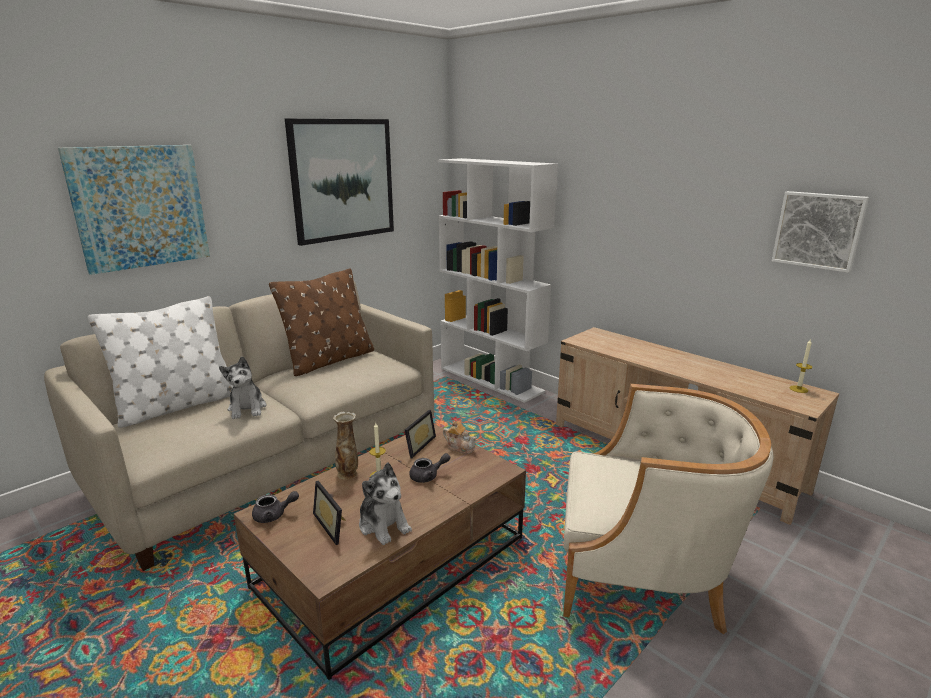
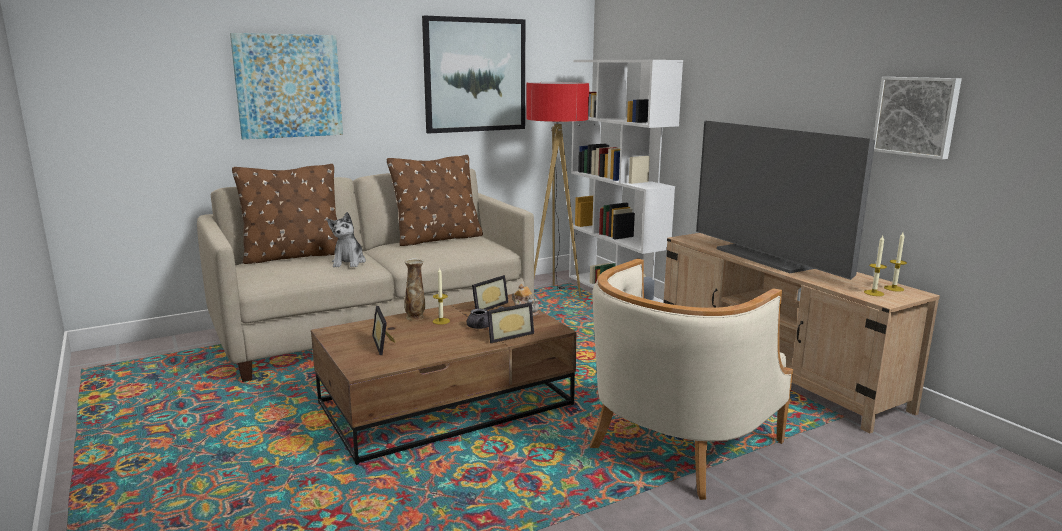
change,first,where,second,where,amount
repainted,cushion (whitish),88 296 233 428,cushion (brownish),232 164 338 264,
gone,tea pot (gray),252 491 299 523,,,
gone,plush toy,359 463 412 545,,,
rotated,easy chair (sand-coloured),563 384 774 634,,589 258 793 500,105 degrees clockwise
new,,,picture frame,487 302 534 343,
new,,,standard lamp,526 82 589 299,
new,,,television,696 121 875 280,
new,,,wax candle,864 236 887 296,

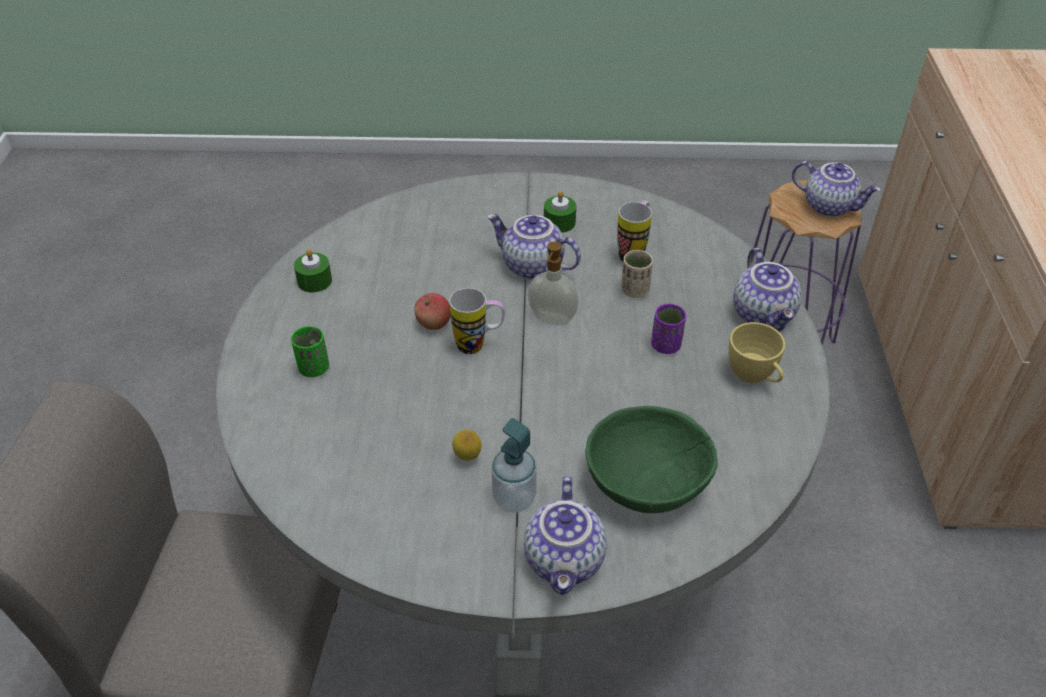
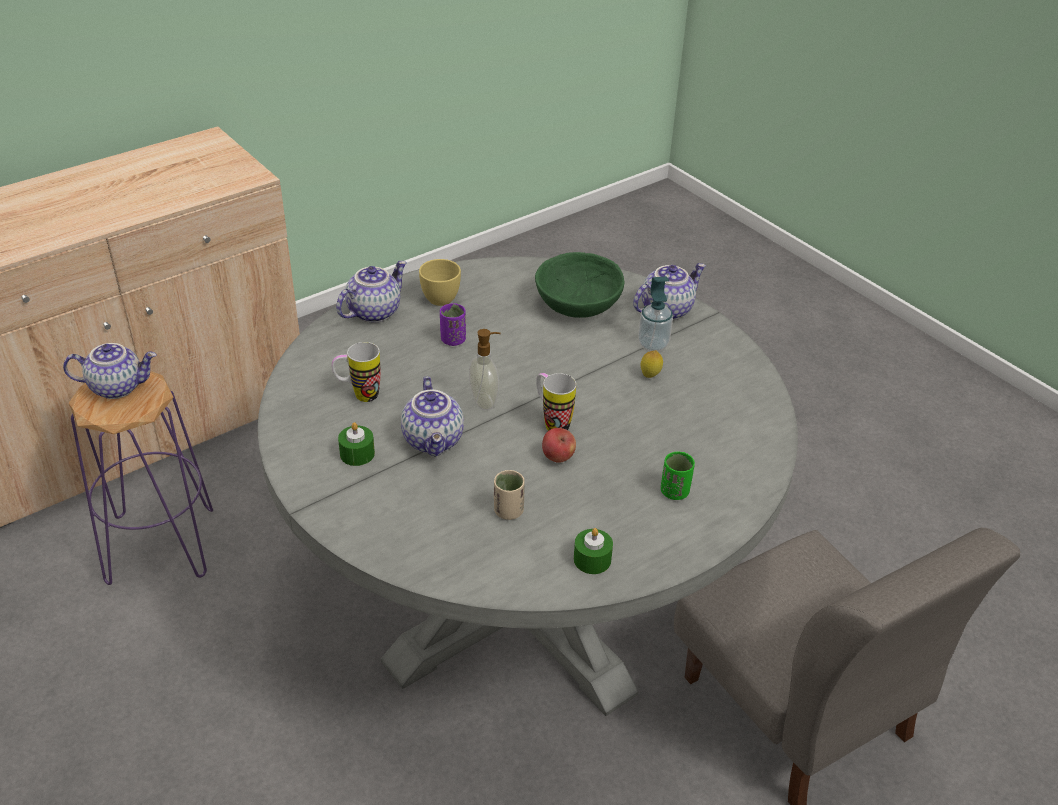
change,first,where,second,where,amount
shifted,small cup (sand-coloured),621 250 653 298,,494 470 525 520,
rotated,tea pot,792 161 881 217,,63 343 157 399,90 degrees clockwise

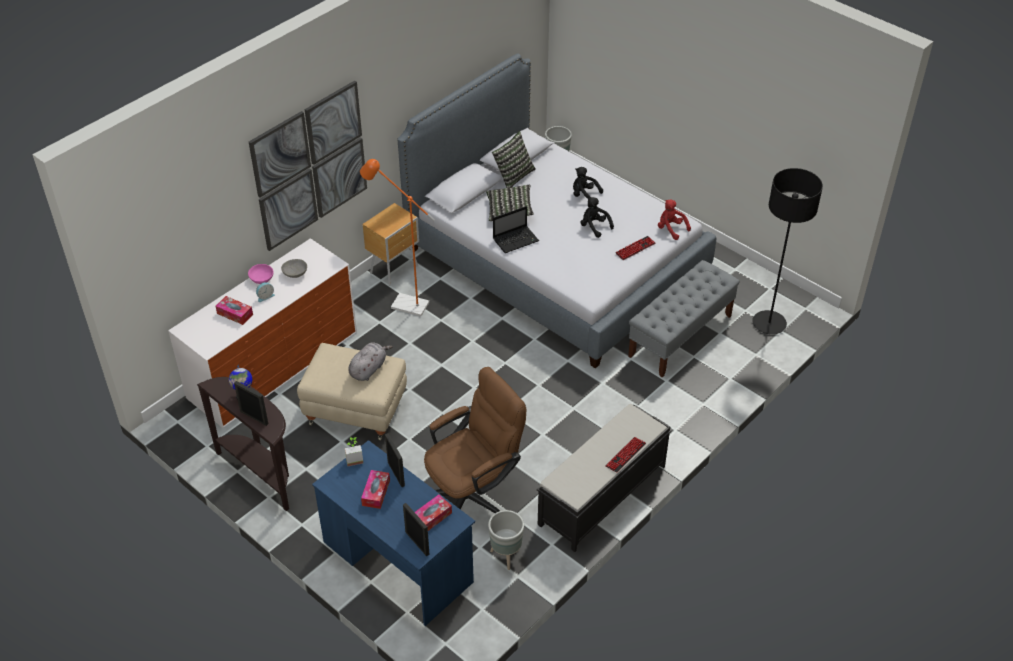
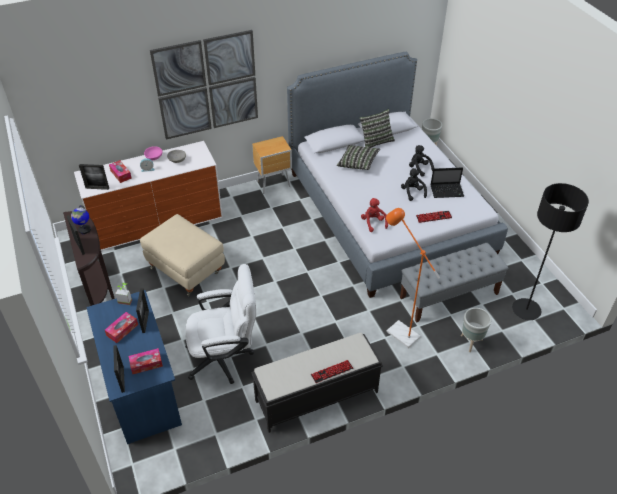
change,first,where,second,where,amount
gone,plush toy (gray),348 342 393 381,,,
shifted,standard lamp (orangey),360 159 435 316,,386 208 440 348,
repainted,computer chair (brownish),424 367 526 513,computer chair (whitish),186 264 256 384,
shifted,flower pot (gray),488 510 524 570,,461 308 491 352,
shifted,portable computer,493 206 539 253,,430 167 464 198,
shifted,plush toy (reddish),658 200 691 240,,361 198 388 232,
new,,,picture frame,79 164 109 190,

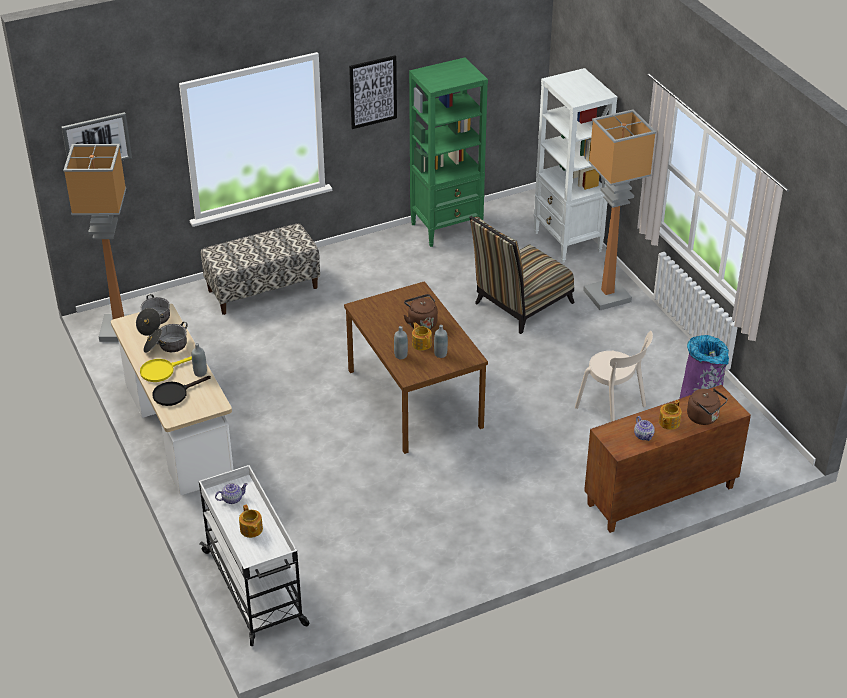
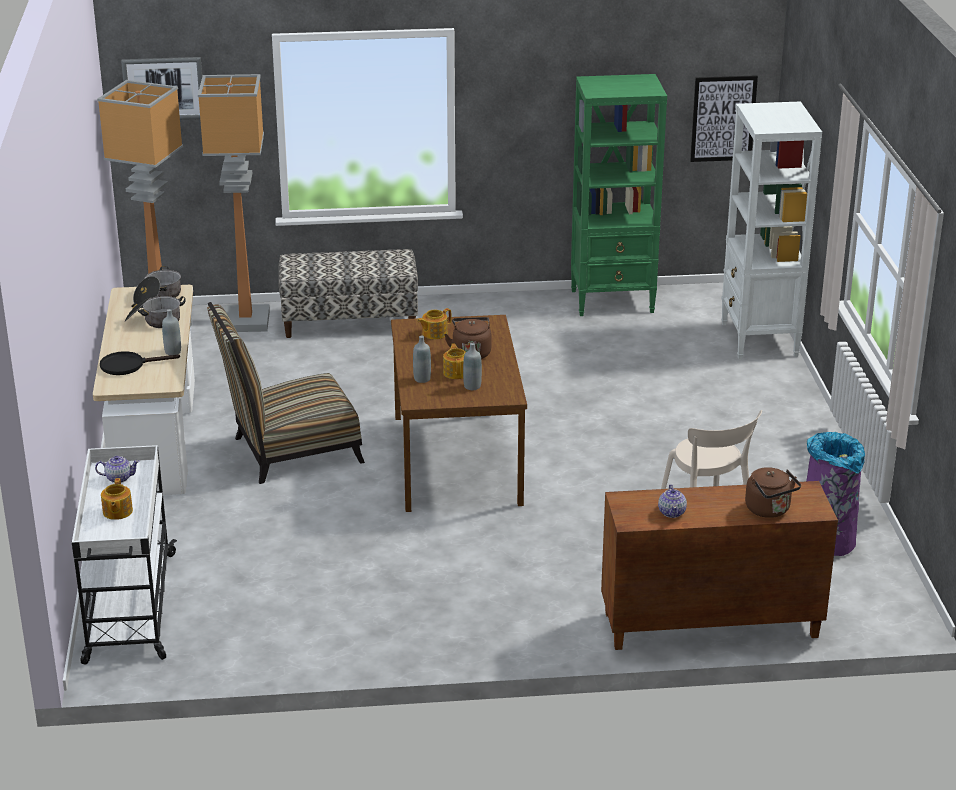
change,first,where,second,where,amount
gone,frying pan (yellowish),140 356 192 382,,,
shifted,wall art,349 55 397 129,,690 75 758 162,
shifted,chair,469 216 575 334,,207 302 365 484,
shifted,standard lamp,583 109 656 310,,198 74 270 332,
shifted,tea pot,659 400 682 430,,417 308 451 339,

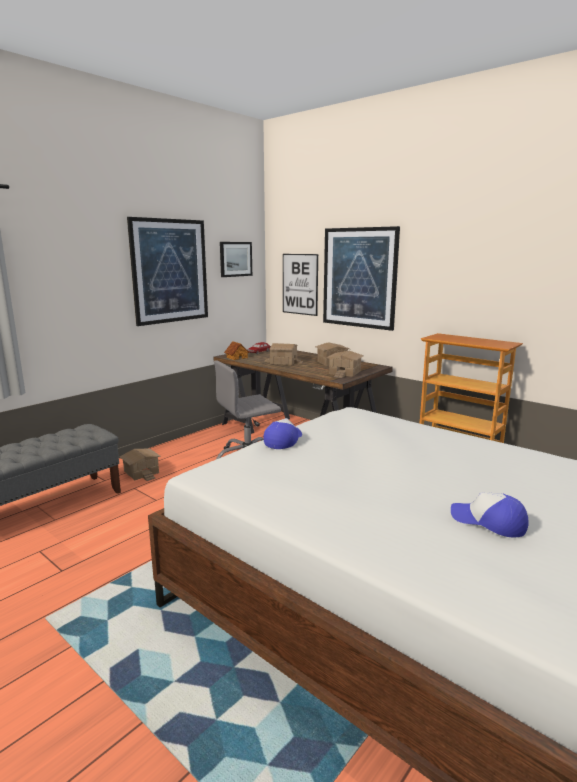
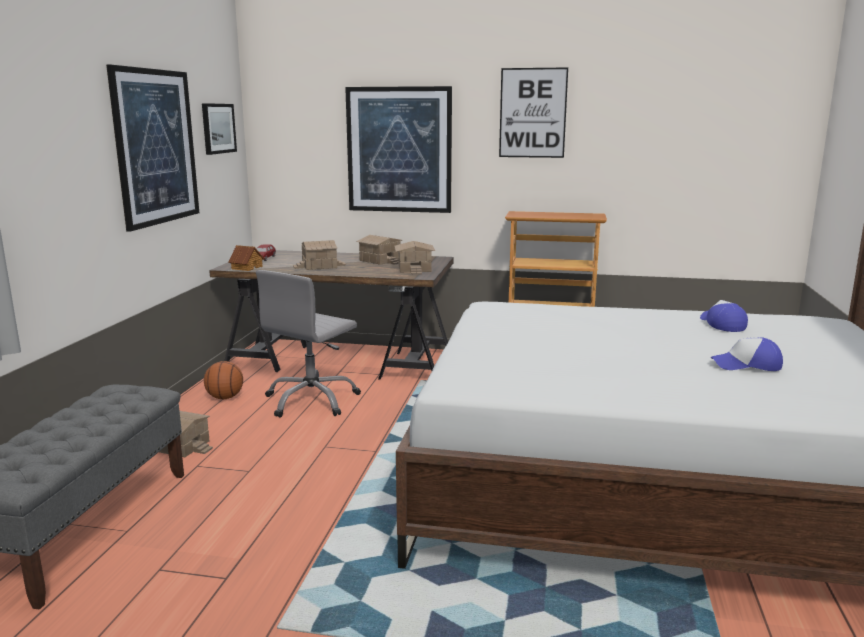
change,first,where,second,where,amount
shifted,peaked cap,264 418 302 449,,700 300 748 332,
shifted,wall art,283 254 318 316,,499 67 568 158,
new,,,basketball ball,204 361 243 399,

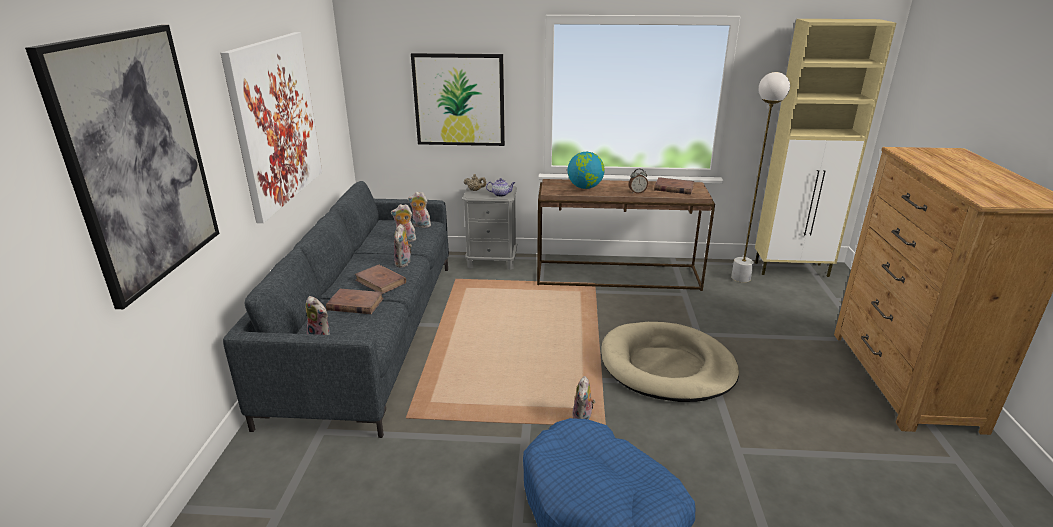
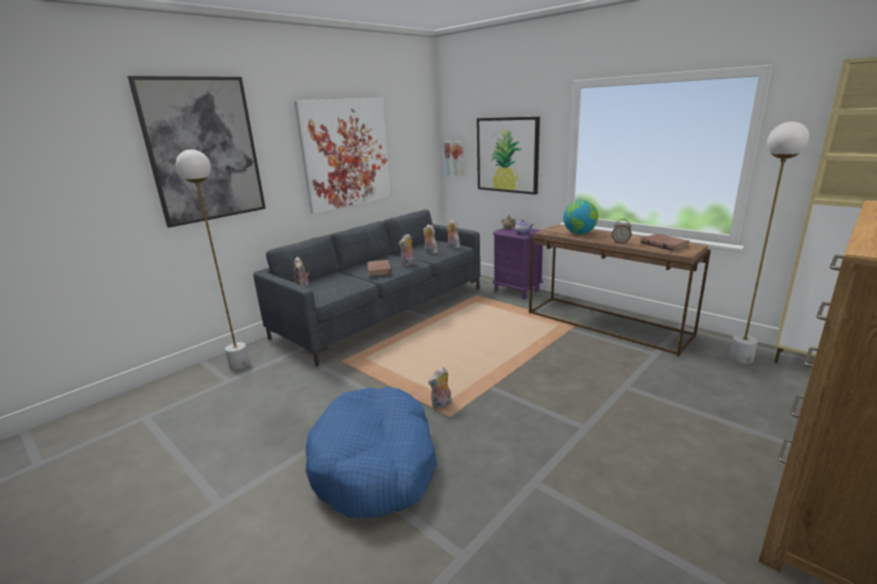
change,first,where,second,where,amount
gone,bound book (brownish),326 288 384 314,,,
repainted,bedside table (gray),462 186 517 270,bedside table (purplish),493 226 543 299,
gone,dog bed (sand-coloured),601 322 739 402,,,
new,,,standard lamp (whitish),176 149 250 370,
new,,,wall art,444 141 464 176,

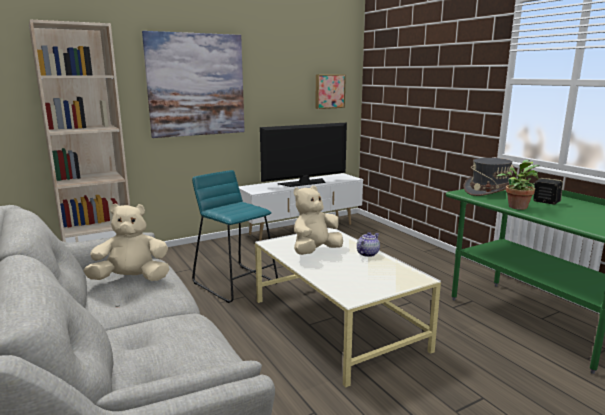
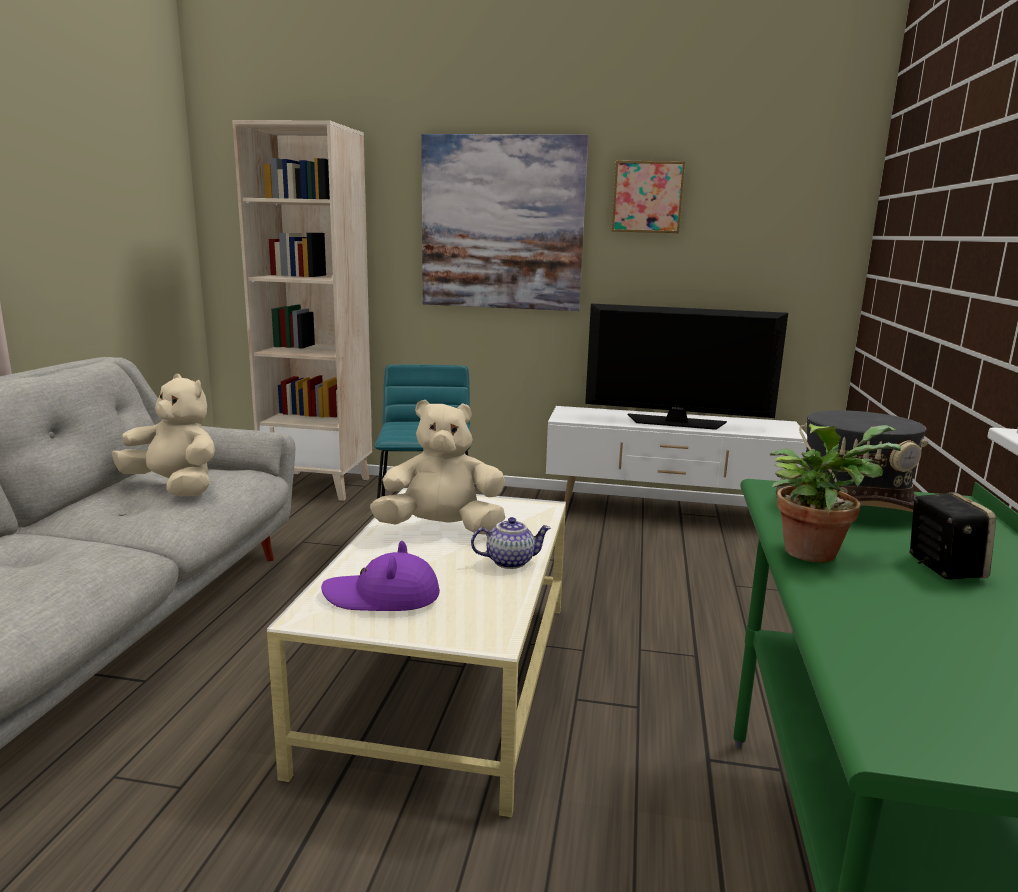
change,first,where,second,where,amount
shifted,wall art,315 74 346 109,,611 161 685 233,
new,,,clothing hat (purplish),321 541 440 611,

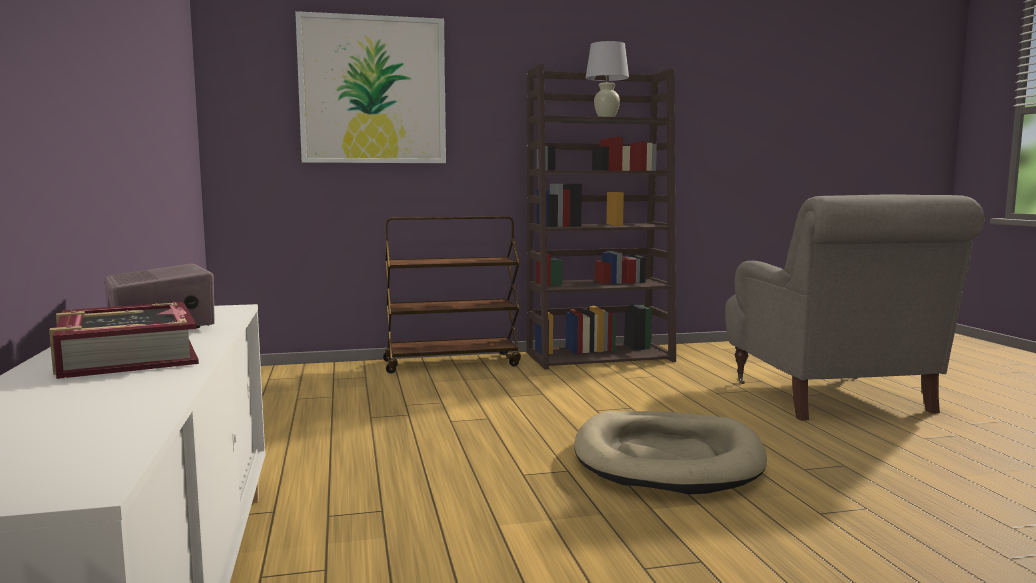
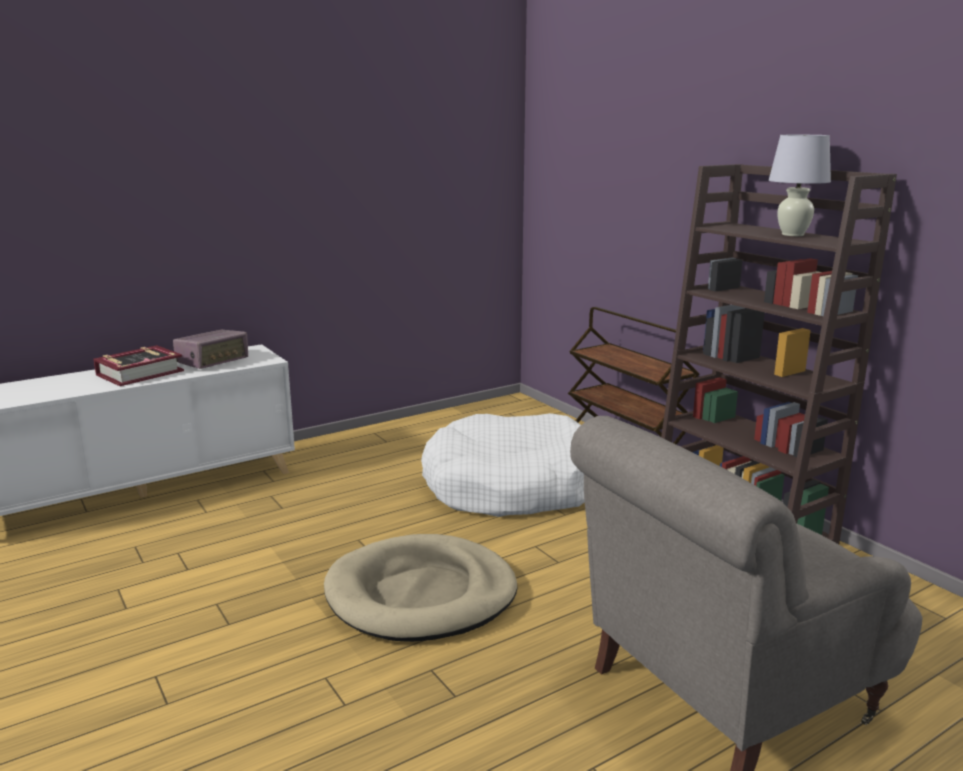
change,first,where,second,where,amount
gone,wall art,295 11 446 163,,,
new,,,dog bed (whitish),421 413 584 517,

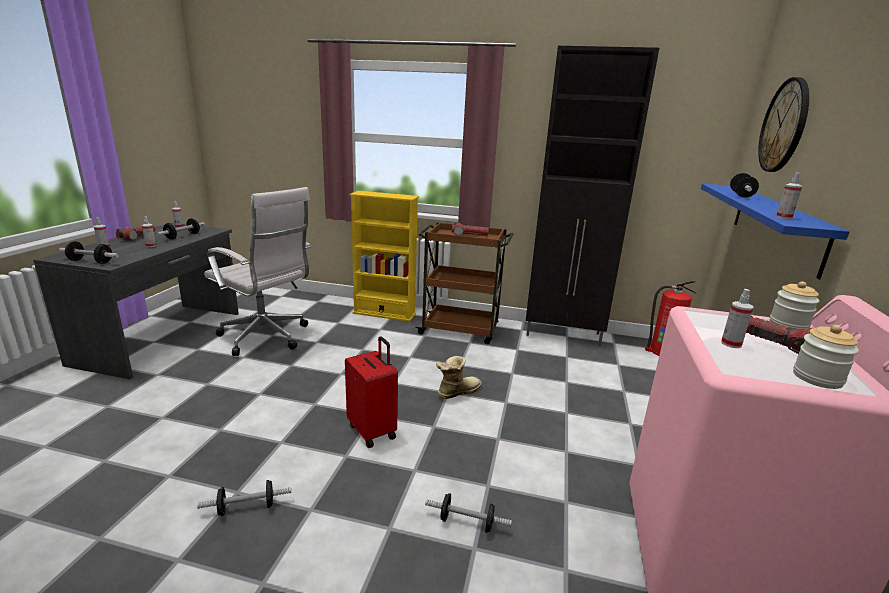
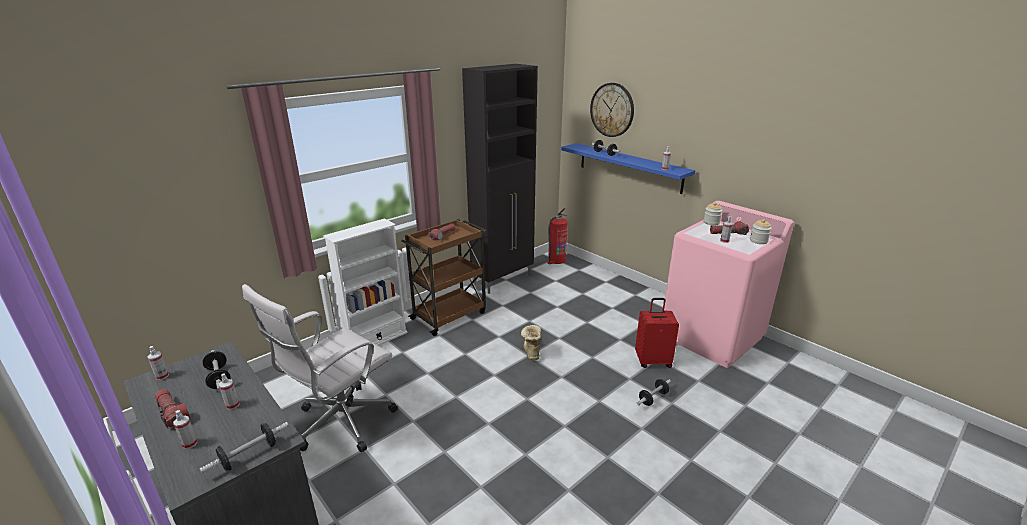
change,first,where,second,where,amount
gone,hand weight,197 480 291 516,,,
rotated,computer chair (whitish),204 187 311 356,,242 284 398 452,150 degrees clockwise
shifted,suitcase (reddish),345 336 398 448,,635 298 679 368,
repainted,bookshelf (yellowish),349 191 419 322,bookshelf (whitish),323 218 408 346,

